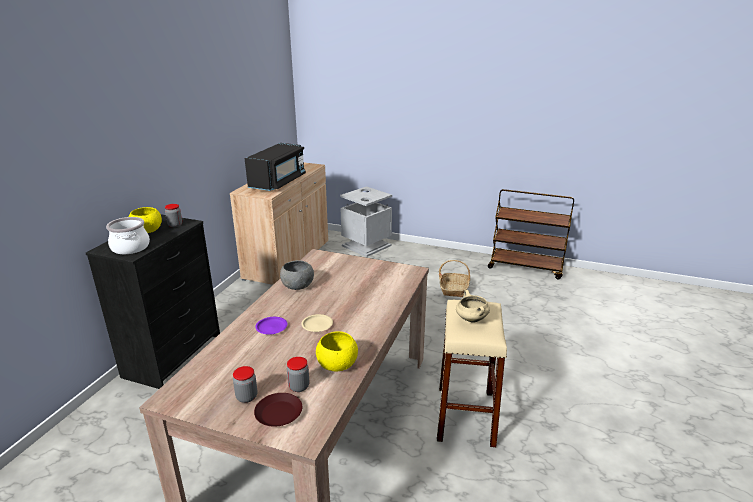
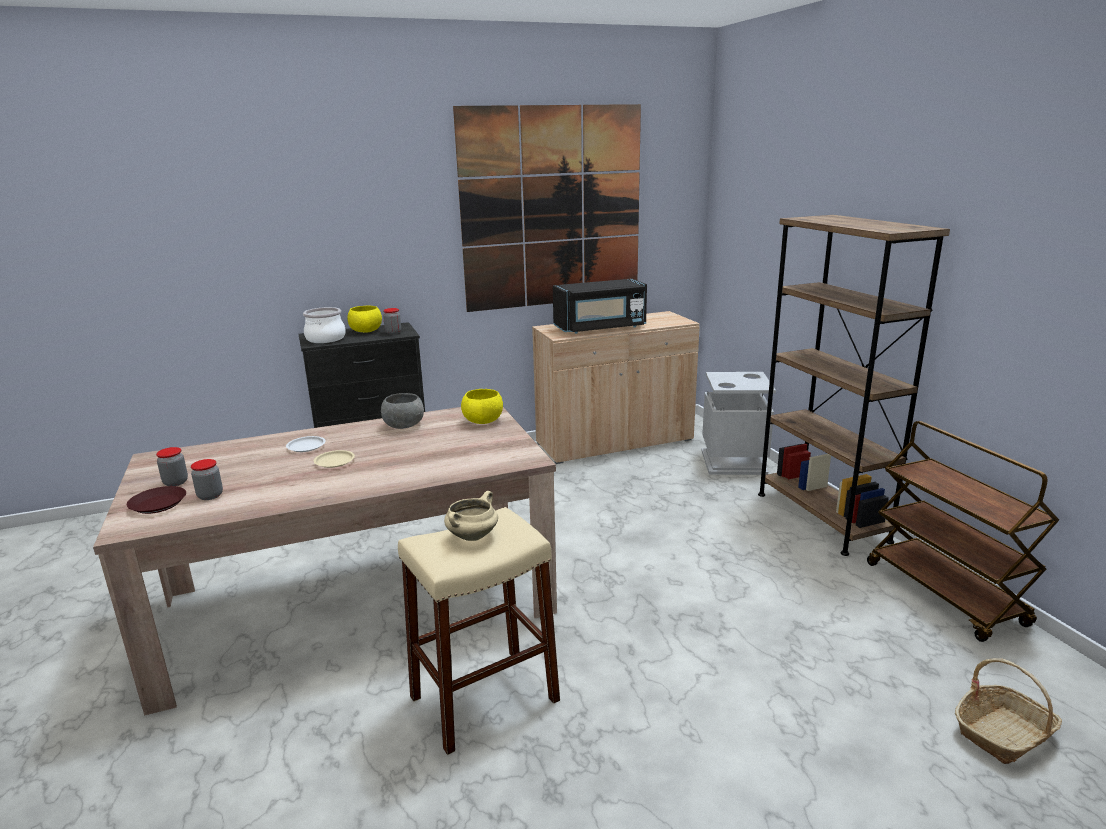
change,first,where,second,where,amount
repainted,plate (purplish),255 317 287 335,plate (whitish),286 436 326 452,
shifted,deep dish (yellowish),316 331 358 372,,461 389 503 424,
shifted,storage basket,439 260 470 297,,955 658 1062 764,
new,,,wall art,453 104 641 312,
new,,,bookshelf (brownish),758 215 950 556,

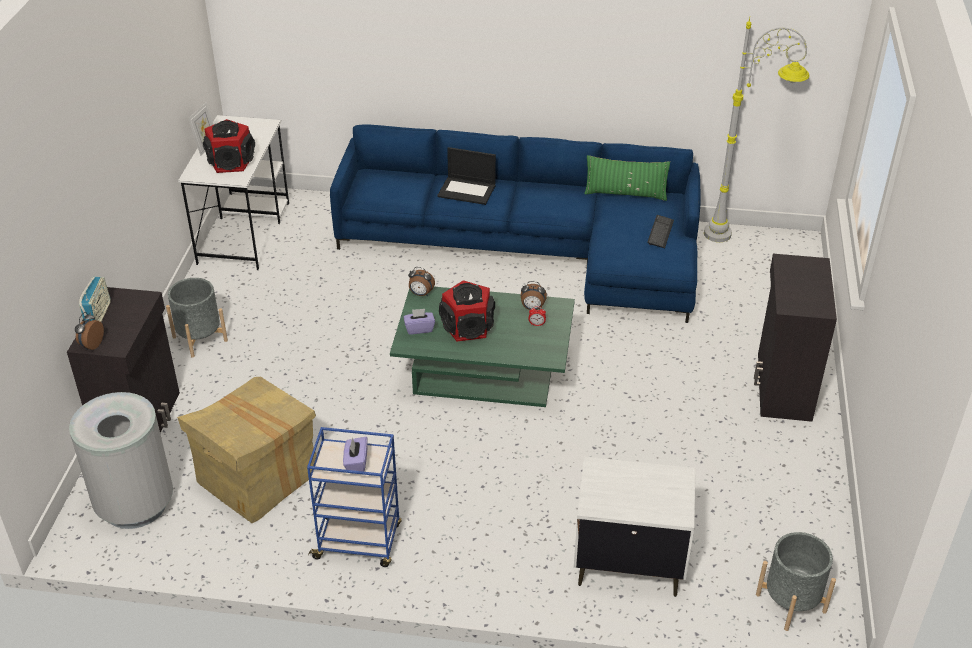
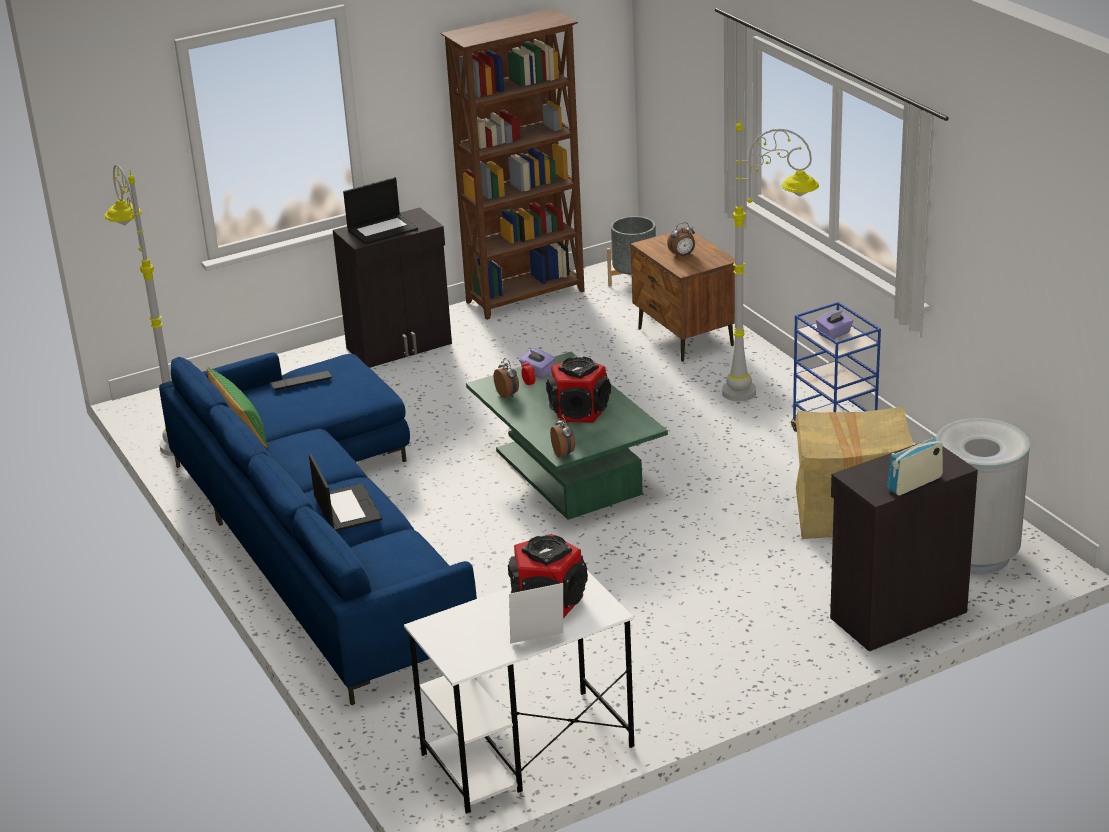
change,first,where,second,where,amount
shifted,bedside clock,75 312 104 350,,667 222 695 257,
gone,flower pot (gray),166 278 228 358,,,
shifted,tissue box (purplish),403 309 435 334,,519 349 555 378,
repainted,bedside table (whitish),574 457 695 597,bedside table (brownish),631 228 735 362,
new,,,portable computer,343 177 418 245,
new,,,bookshelf (brownish),441 9 585 320,
new,,,standard lamp (gray),722 117 819 401,

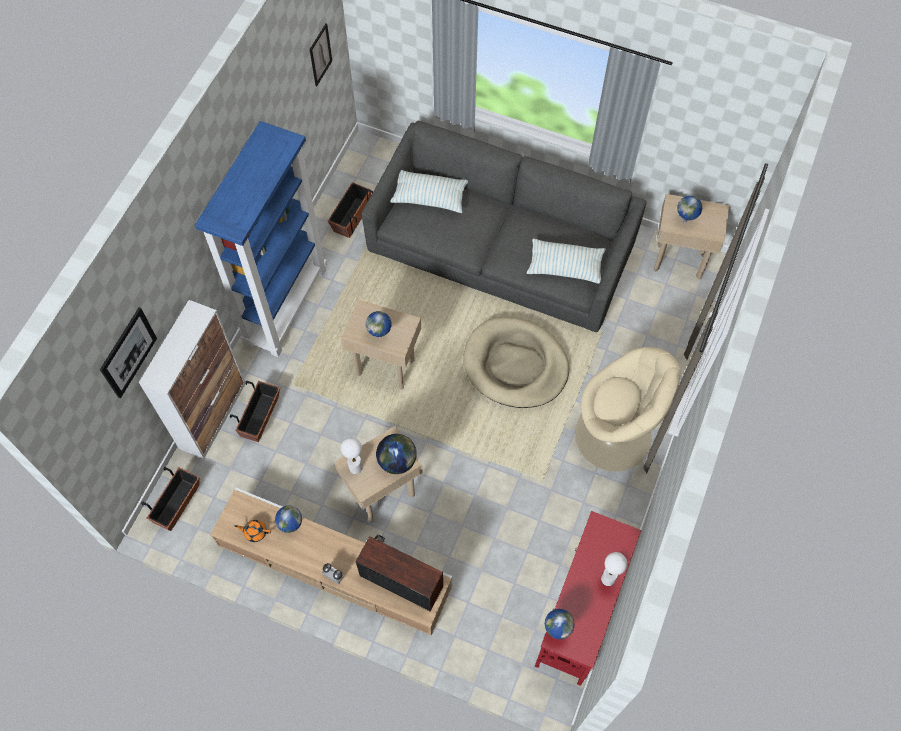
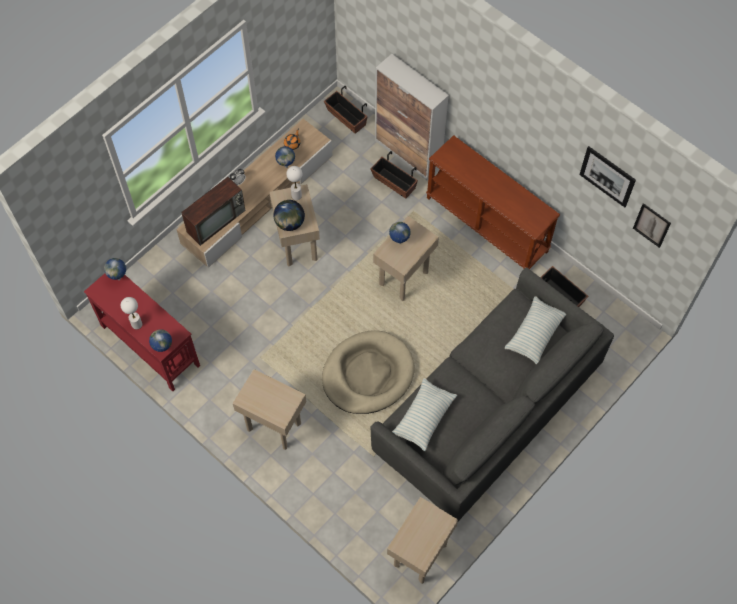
change,first,where,second,where,amount
shifted,wall art,100 307 157 398,,579 146 636 207,
swapped,bookshelf (bluish),195 121 327 357,narrow table (brownish),426 135 560 269,
swapped,easy chair (sand-coloured),575 347 680 471,accent table (sand-coloured),233 369 306 450,
shifted,globe,677 196 702 223,,149 329 172 352,

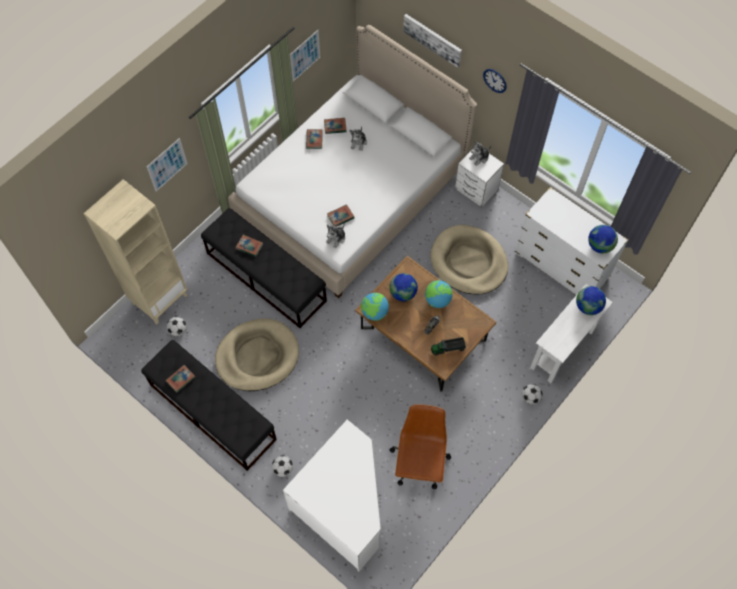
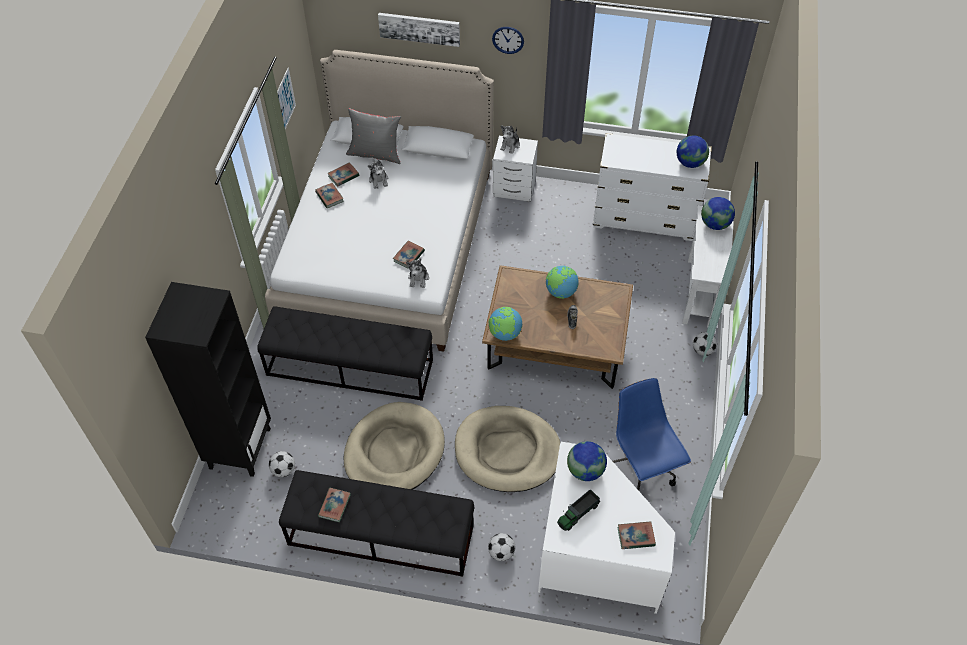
change,first,where,second,where,amount
repainted,bookshelf (sand-coloured),83 179 188 325,bookshelf (blackish),145 282 271 477,
gone,wall art,147 138 188 191,,,
shifted,bound book,236 235 263 257,,617 521 656 549,
shifted,globe,389 273 418 301,,567 441 607 481,
repainted,computer chair (brownish),390 404 451 489,computer chair (bluish),613 378 691 491,
shifted,dog bed (sand-coloured),431 225 509 294,,455 406 560 492,
shifted,toy truck,431 337 466 355,,557 490 600 531,
new,,,cushion (gray),346 108 401 164,

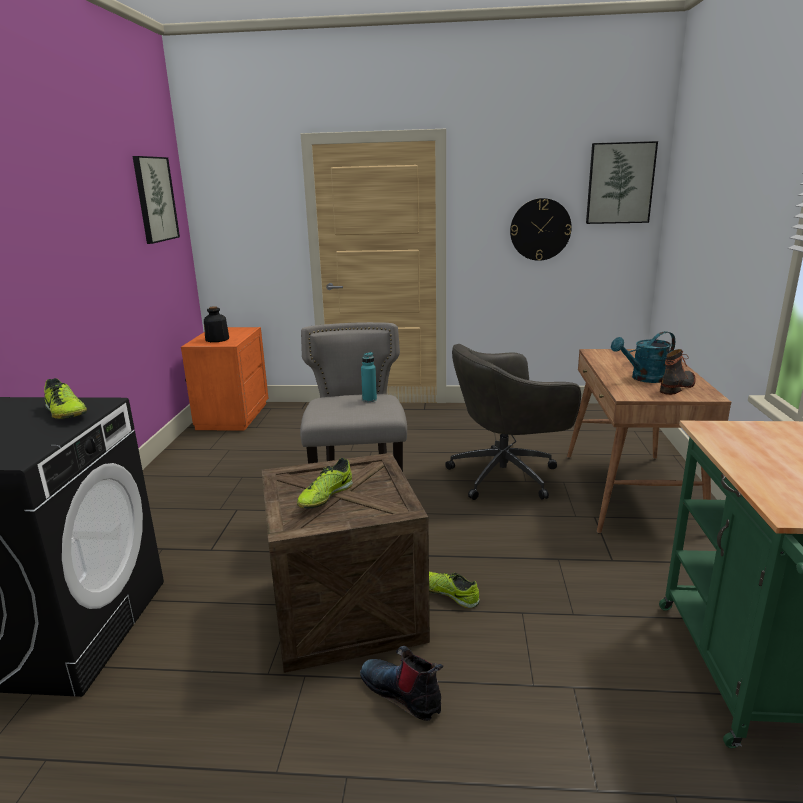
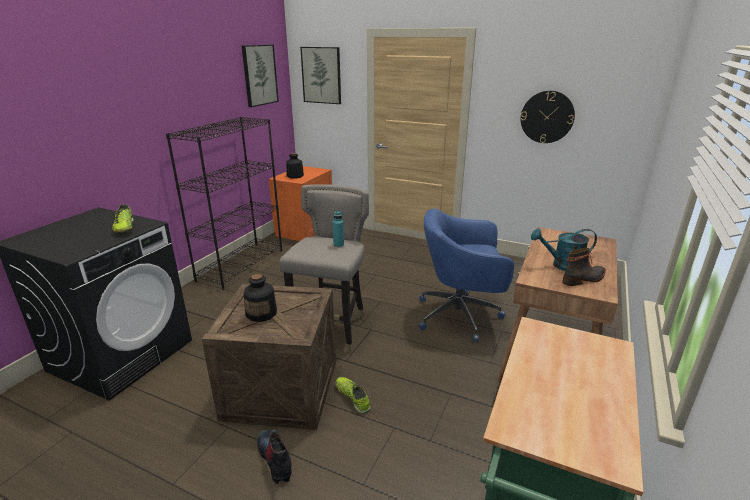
change,first,where,second,where,amount
swapped,shoe,297 458 353 508,drink bottle,244 274 277 322,
repainted,computer chair (gray),445 344 581 500,computer chair (bluish),419 209 514 342,
shifted,wall art,586 141 658 224,,300 47 341 104,
new,,,bookshelf (blackish),166 117 282 290,

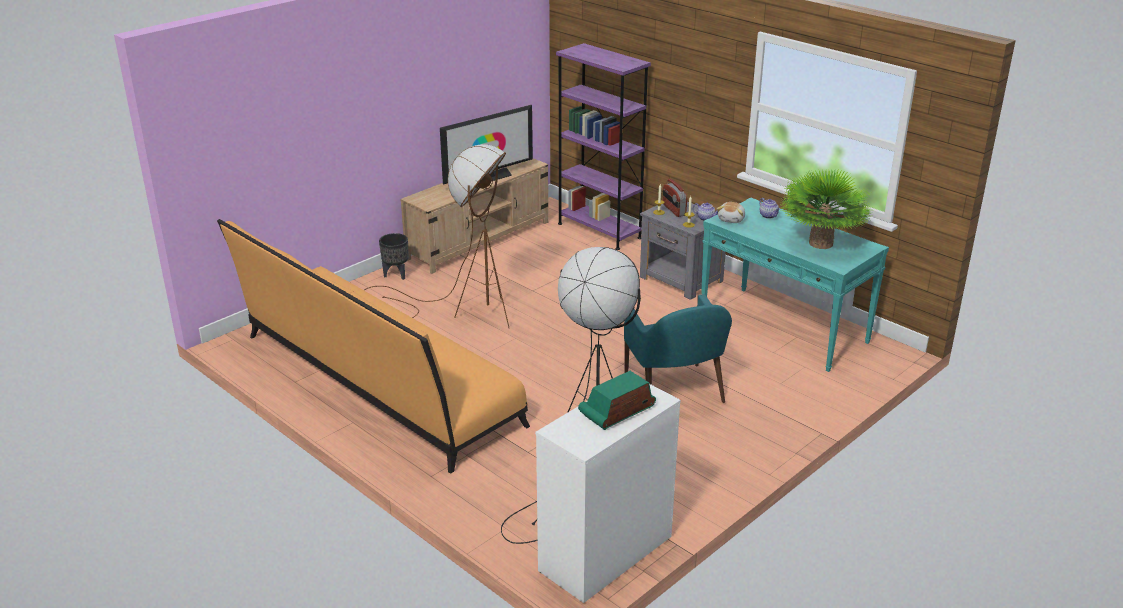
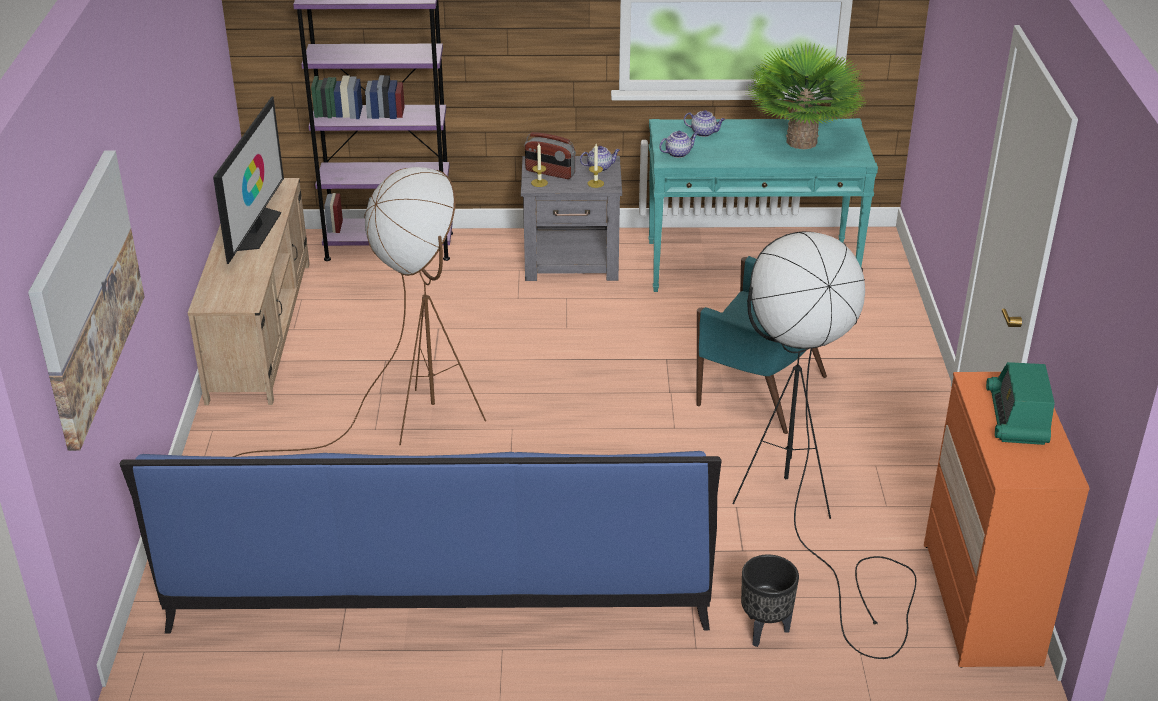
change,first,where,second,where,amount
repainted,couch (orangey),217 219 530 474,couch (bluish),120 451 722 634,
shifted,flower pot (blackish),379 233 408 280,,741 554 799 647,
repainted,chest of drawers (whitish),535 384 681 603,chest of drawers (orangey),924 372 1090 668,
swapped,plush toy,717 202 745 223,tea pot,659 131 698 158,
new,,,wall art,28 151 145 451,

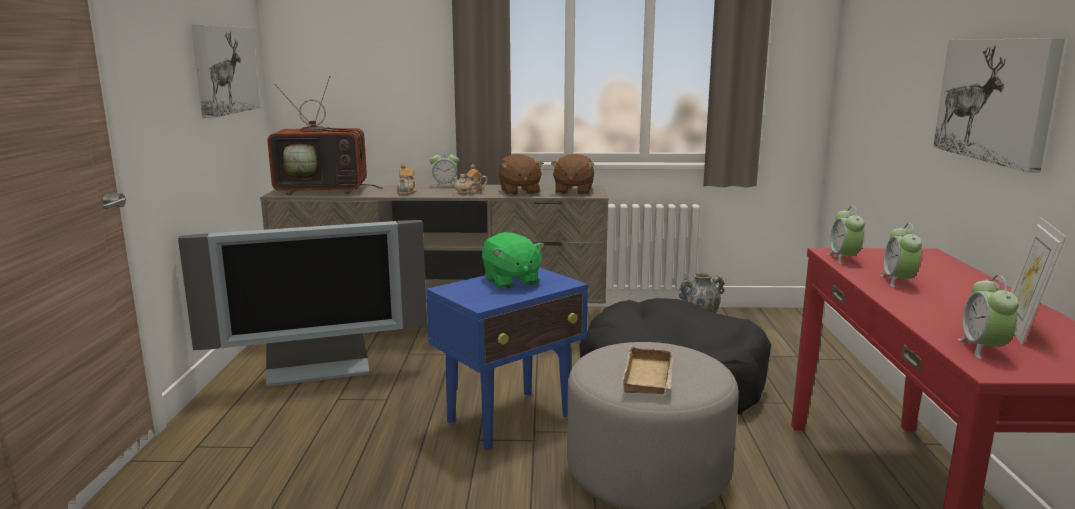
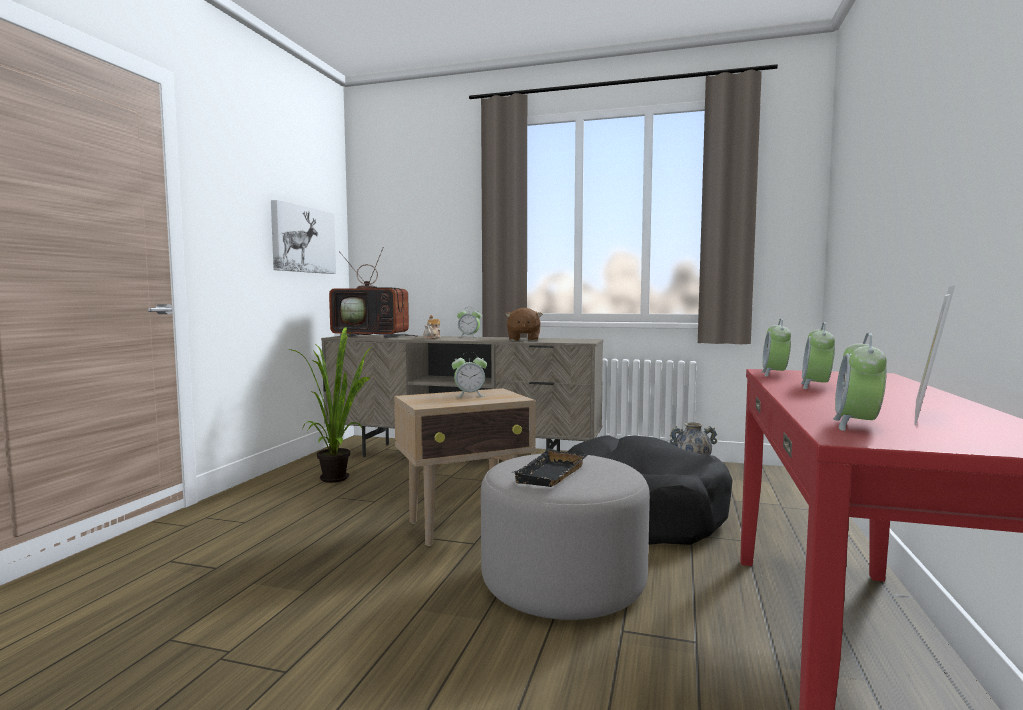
change,first,where,second,where,amount
swapped,television,178 220 427 387,houseplant,289 327 372 483,
repainted,accent table (bluish),426 267 588 450,accent table (sand-coloured),394 388 536 546,
gone,tea pot,452 164 488 195,,,
swapped,plush toy (green),482 232 545 289,bedside clock,452 352 487 397,
gone,plush toy (brownish),551 154 594 195,,,
repainted,carrying tray (sand-coloured),622 345 674 394,carrying tray (blackish),513 449 587 487,
gone,wall art,933 38 1065 172,,,

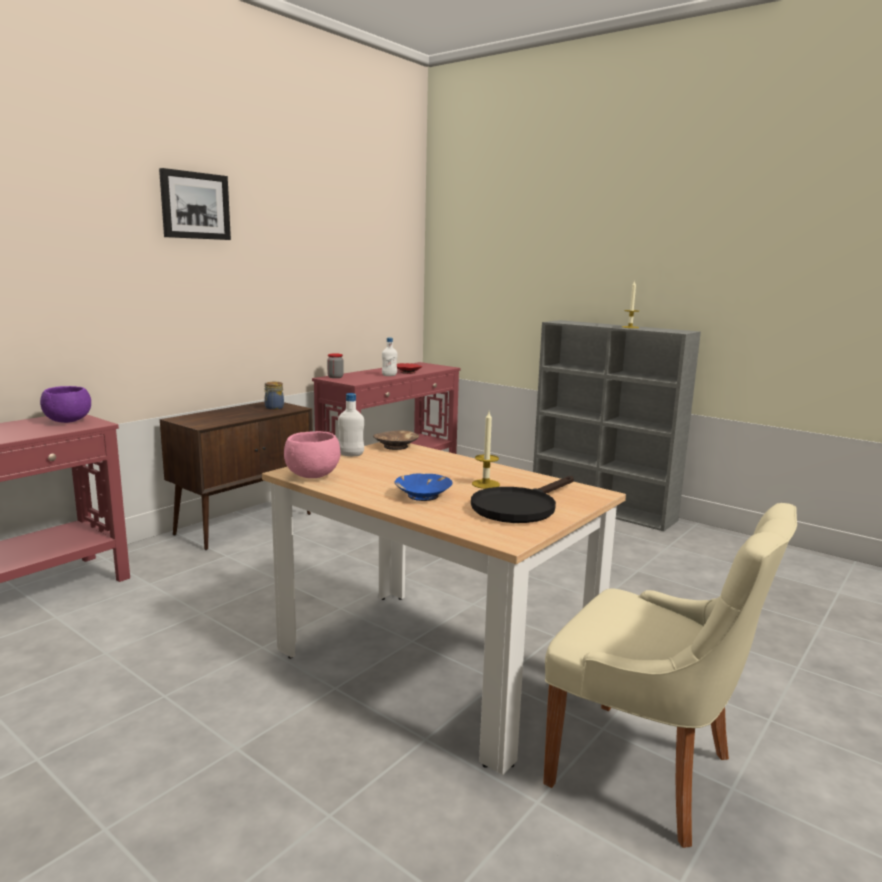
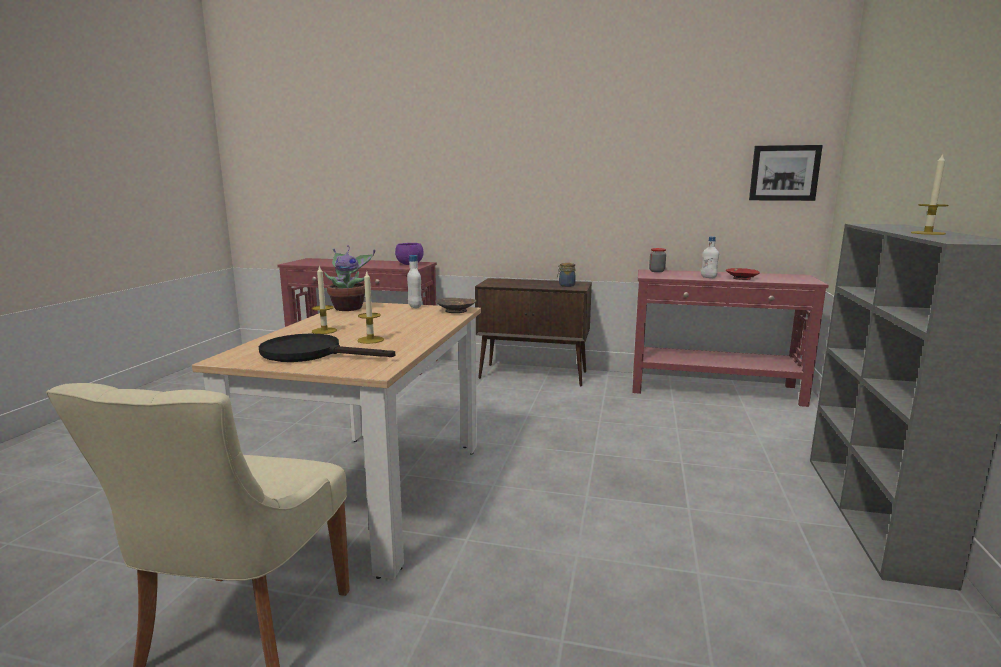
change,first,where,second,where,amount
shifted,wall art,159 168 231 240,,749 145 823 201,
swapped,deep dish (pink-coloured),284 431 341 478,houseplant,324 245 375 311,
swapped,deep dish (bluish),394 473 452 501,wax candle,312 265 337 334,

